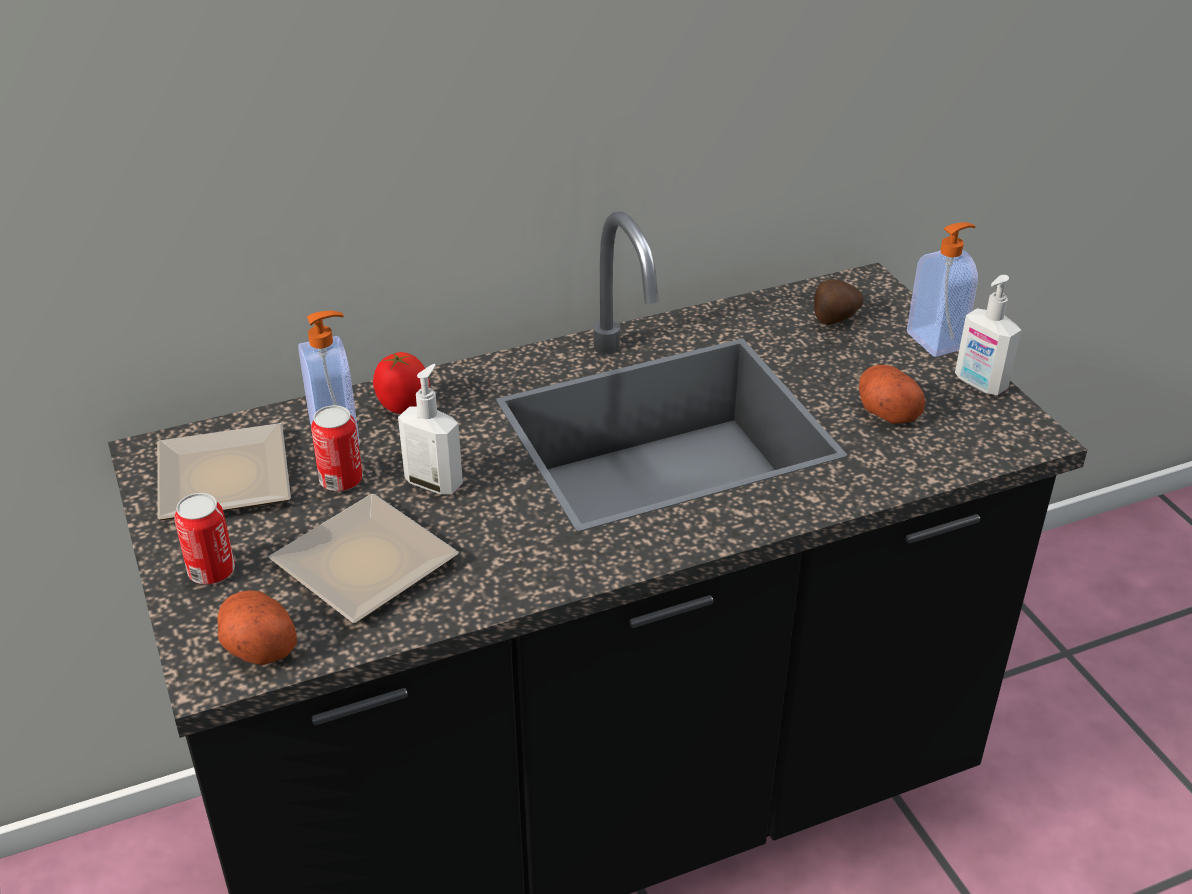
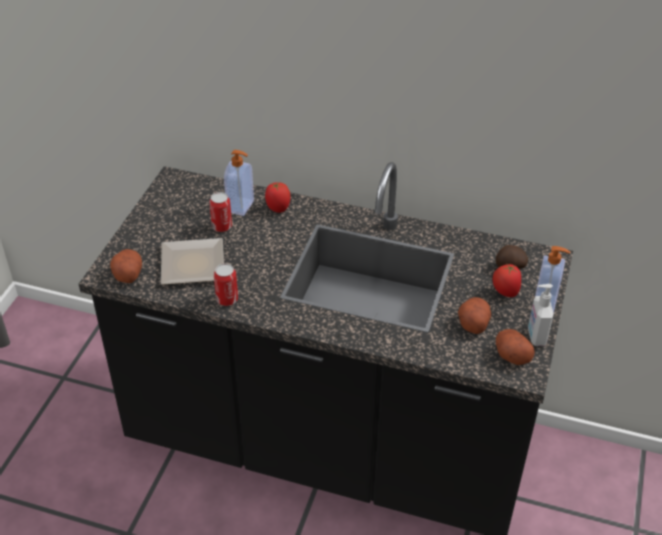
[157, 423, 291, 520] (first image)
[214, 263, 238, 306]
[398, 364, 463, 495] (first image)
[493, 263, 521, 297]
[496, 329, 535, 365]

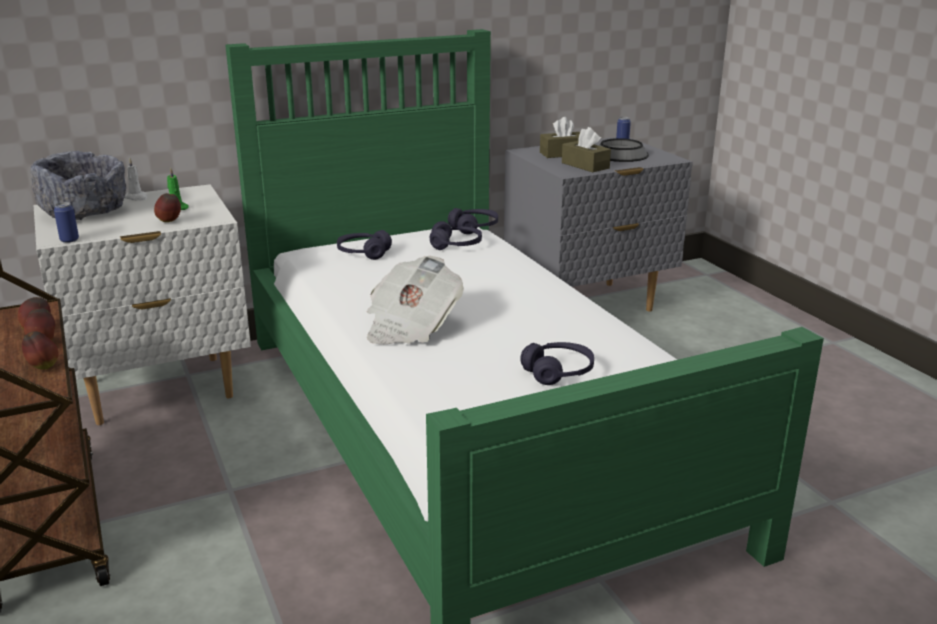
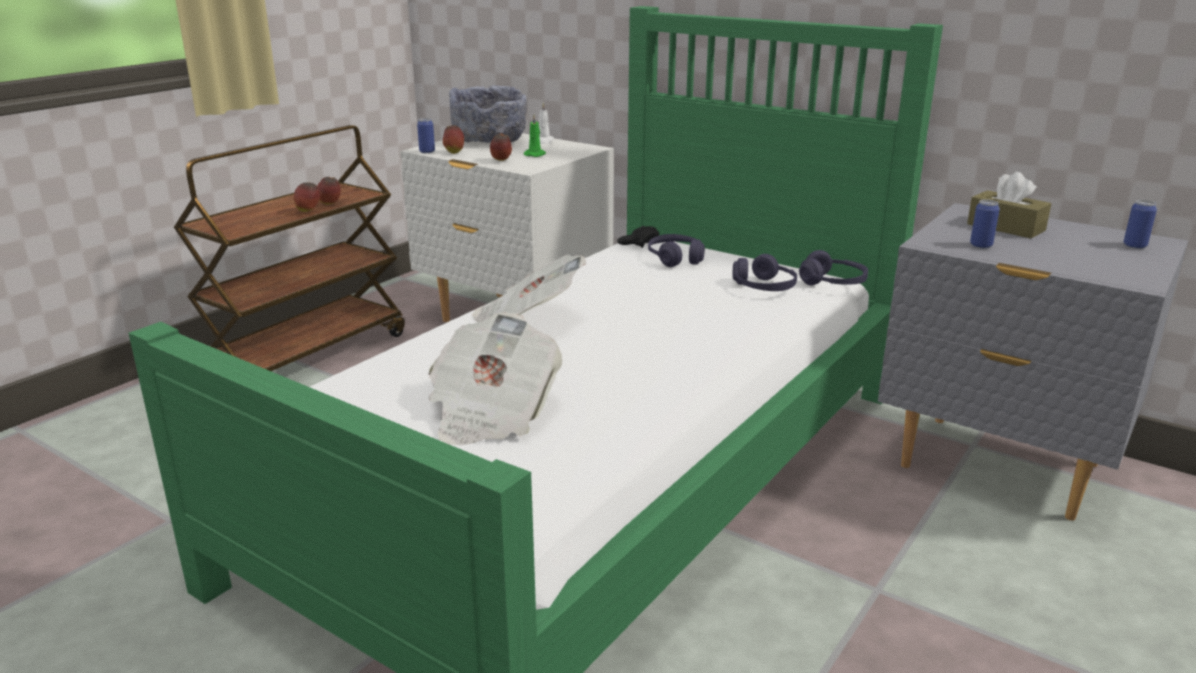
[443, 125, 464, 154]
[428, 312, 562, 445]
[970, 199, 1000, 248]
[599, 138, 649, 162] (first image)
[617, 226, 660, 248]

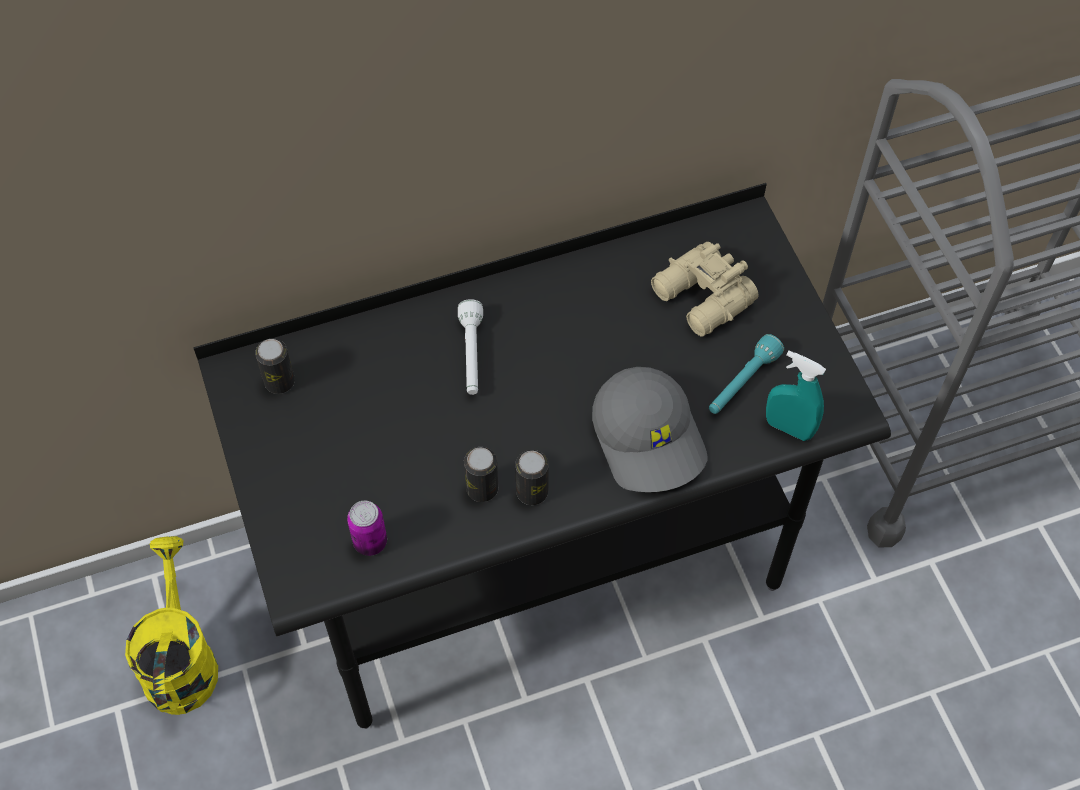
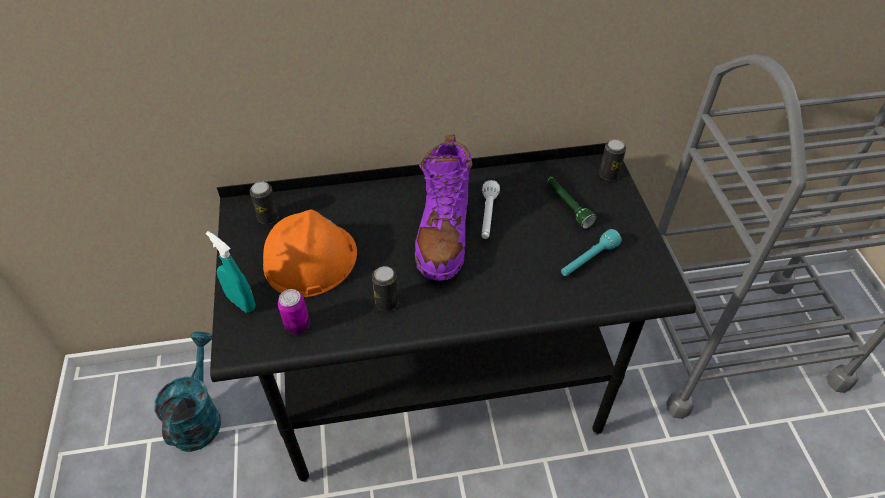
[154, 332, 221, 452]
[481, 180, 500, 239]
[599, 139, 626, 181]
[592, 367, 707, 492] (first image)
[546, 176, 597, 229]
[206, 231, 255, 313]
[263, 210, 357, 297]
[415, 134, 472, 281]

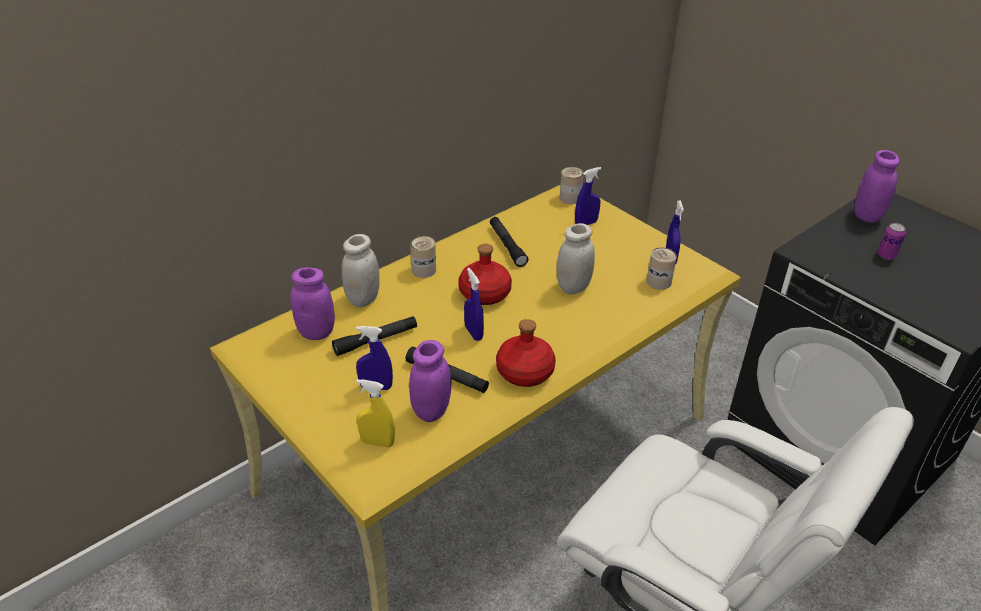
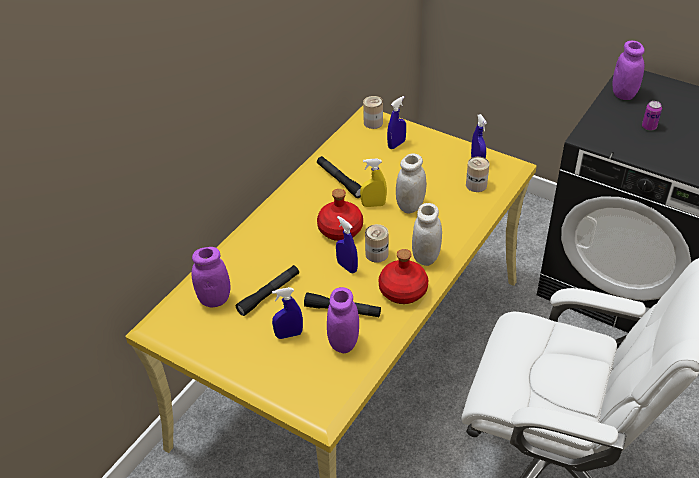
[412, 203, 442, 266]
[360, 158, 387, 207]
[365, 224, 389, 263]

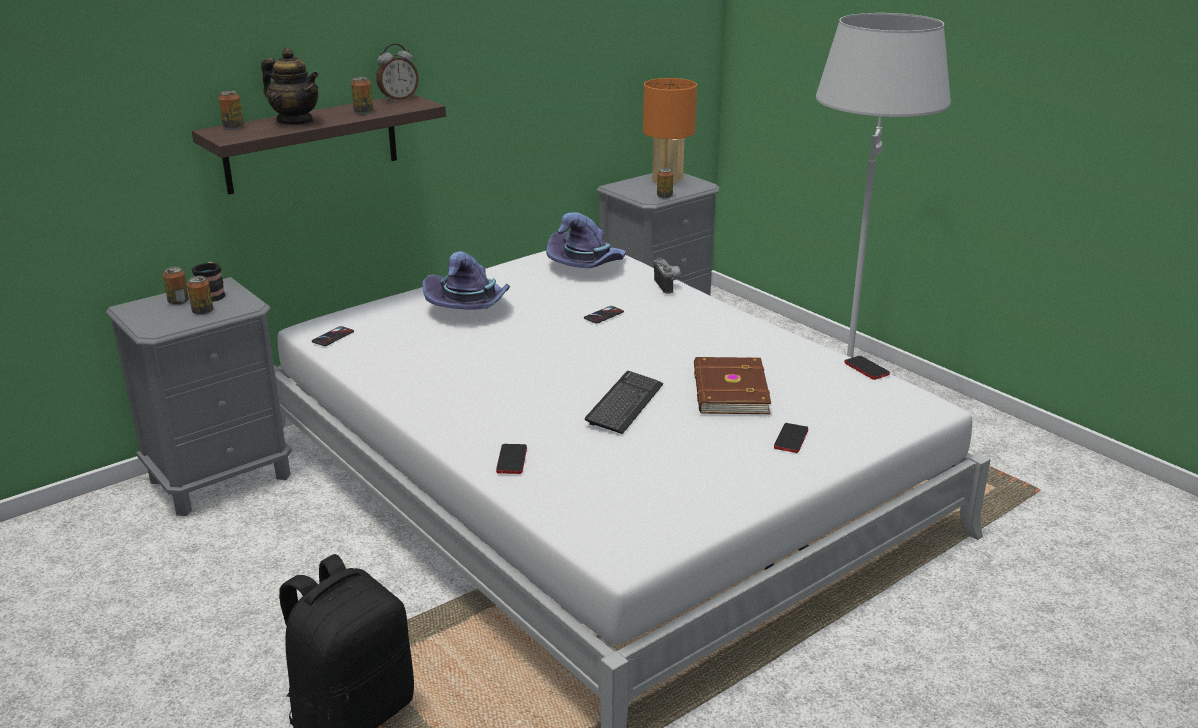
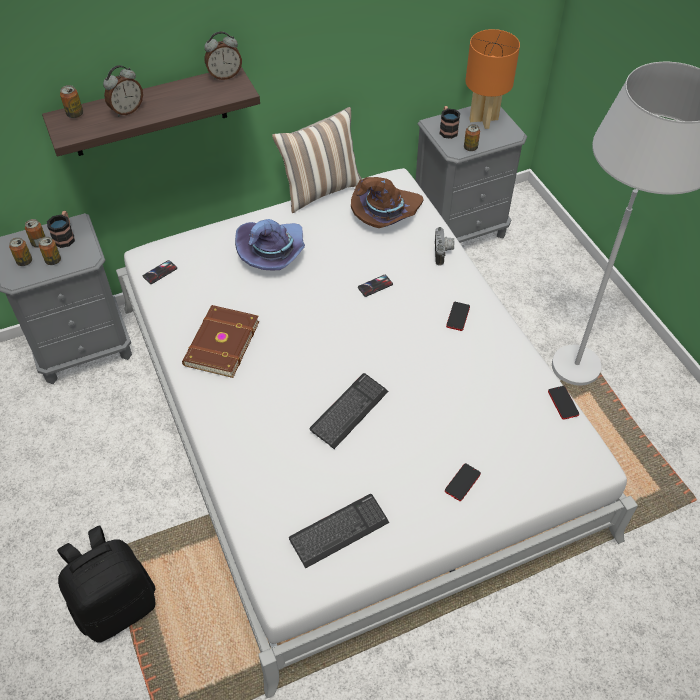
[103, 65, 143, 117]
[9, 237, 32, 266]
[446, 302, 470, 331]
[351, 177, 424, 228]
[182, 305, 259, 378]
[272, 107, 362, 213]
[289, 494, 389, 569]
[439, 106, 460, 139]

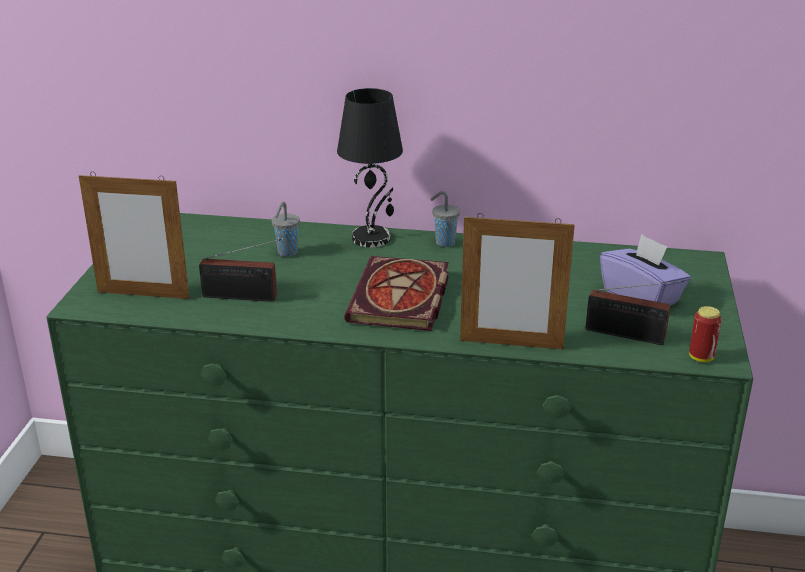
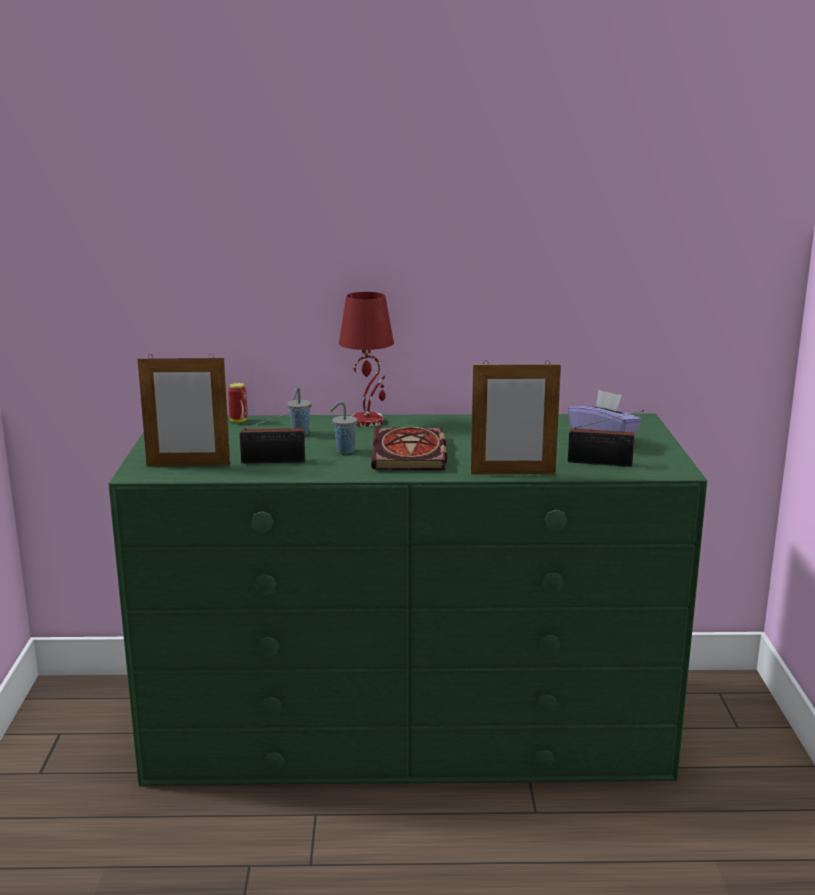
[339, 292, 394, 427]
[330, 402, 358, 454]
[228, 383, 248, 423]

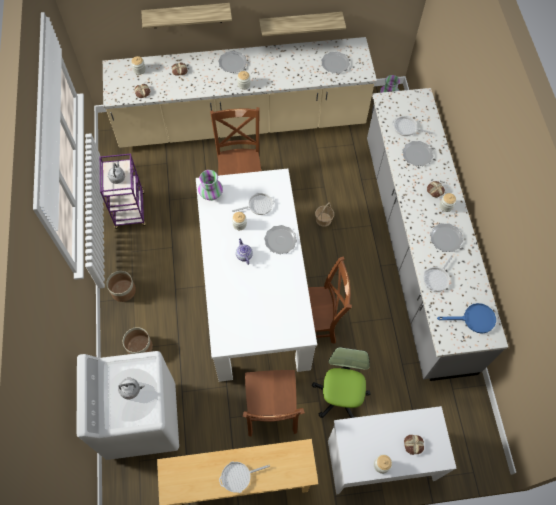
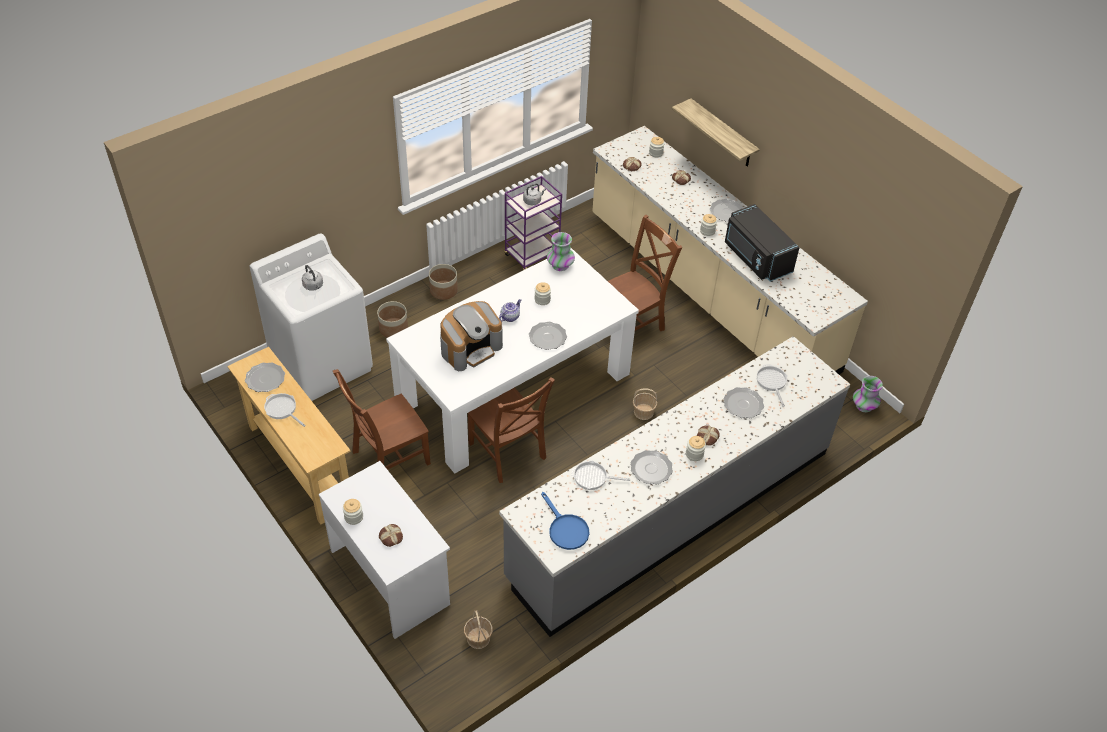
[232, 193, 275, 215] (first image)
[259, 12, 346, 37] (first image)
[312, 347, 371, 418] (first image)
[245, 363, 285, 392]
[440, 301, 503, 371]
[464, 610, 493, 649]
[725, 204, 800, 282]

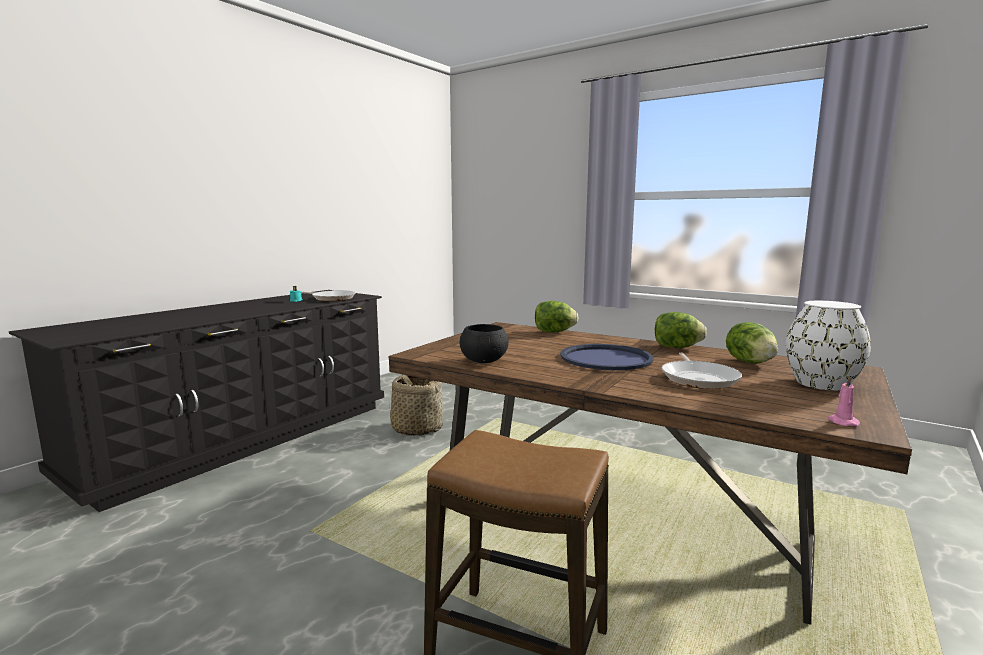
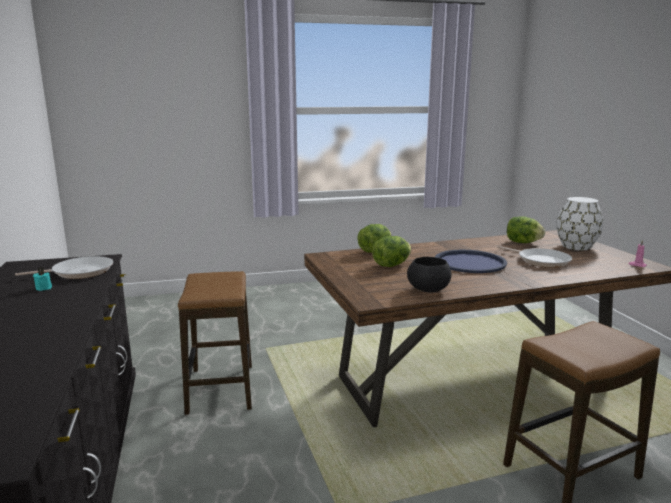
[178, 271, 252, 415]
[372, 236, 411, 267]

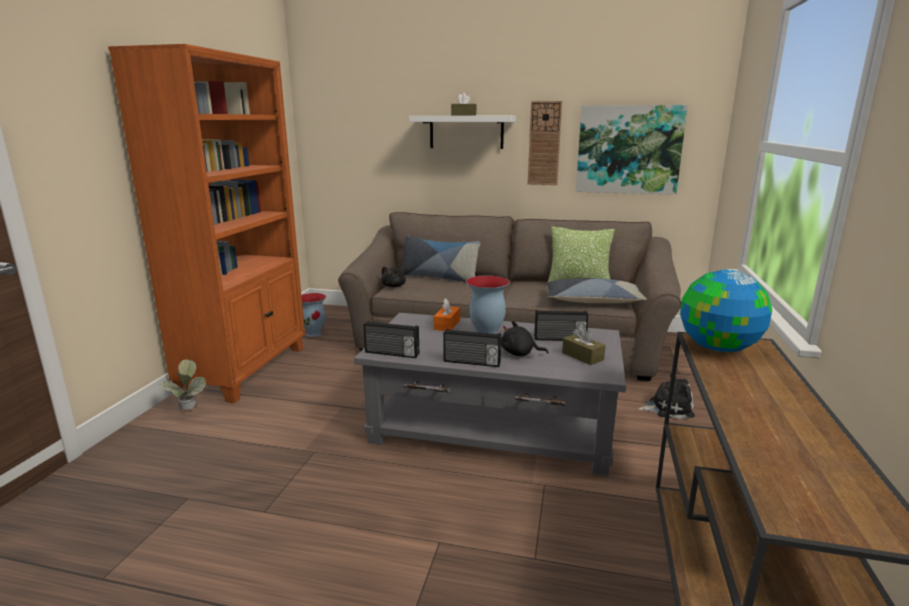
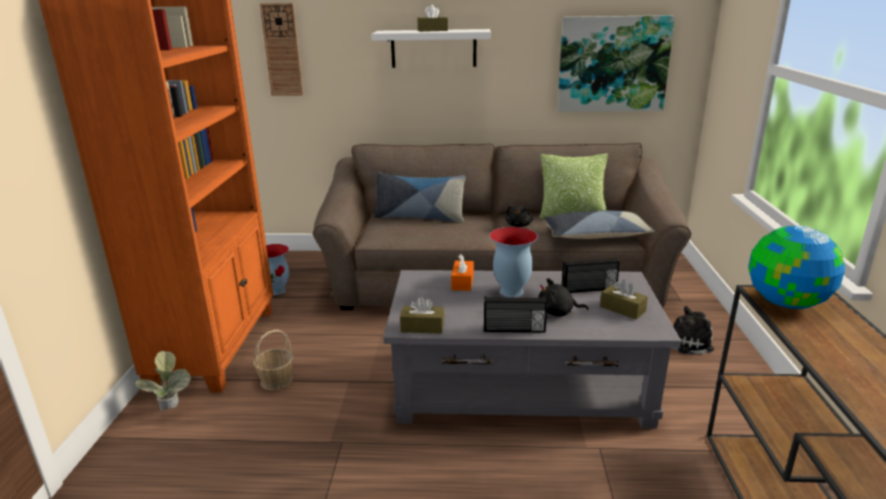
[400, 297, 444, 334]
[506, 205, 533, 227]
[260, 3, 304, 96]
[253, 330, 294, 390]

